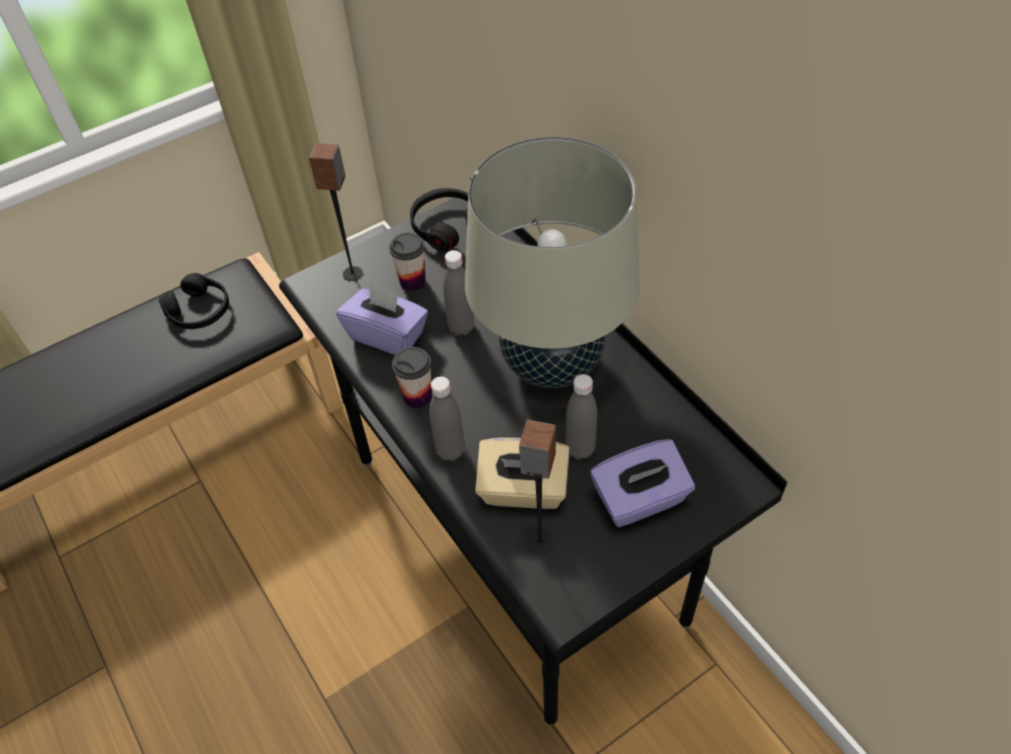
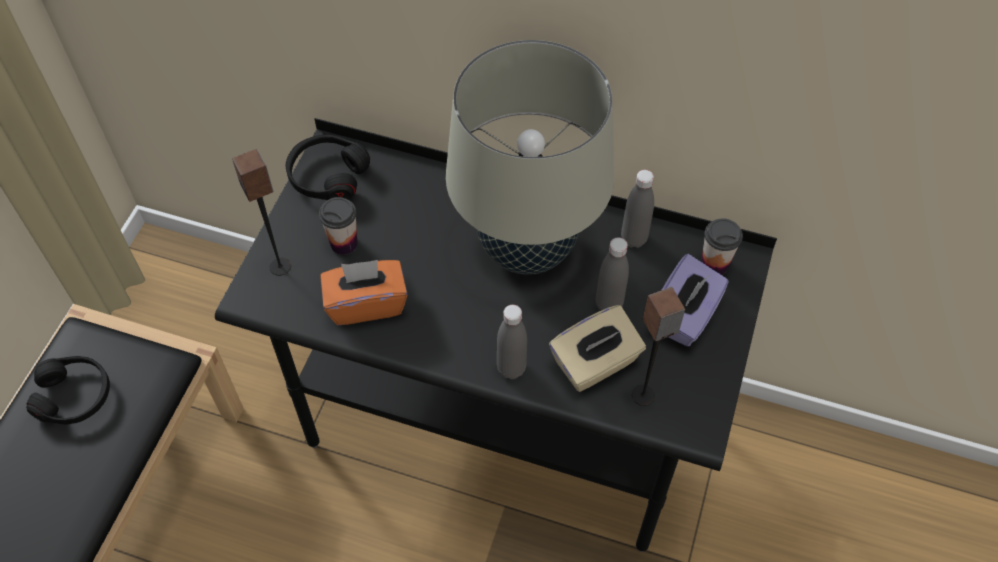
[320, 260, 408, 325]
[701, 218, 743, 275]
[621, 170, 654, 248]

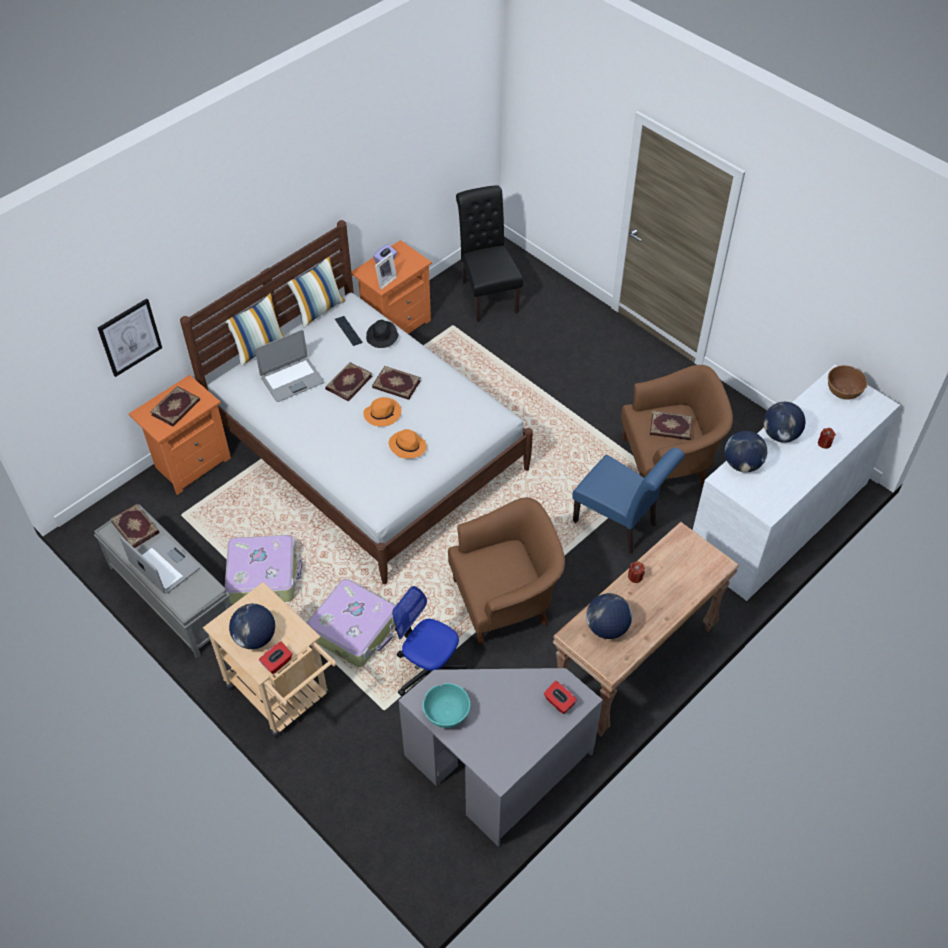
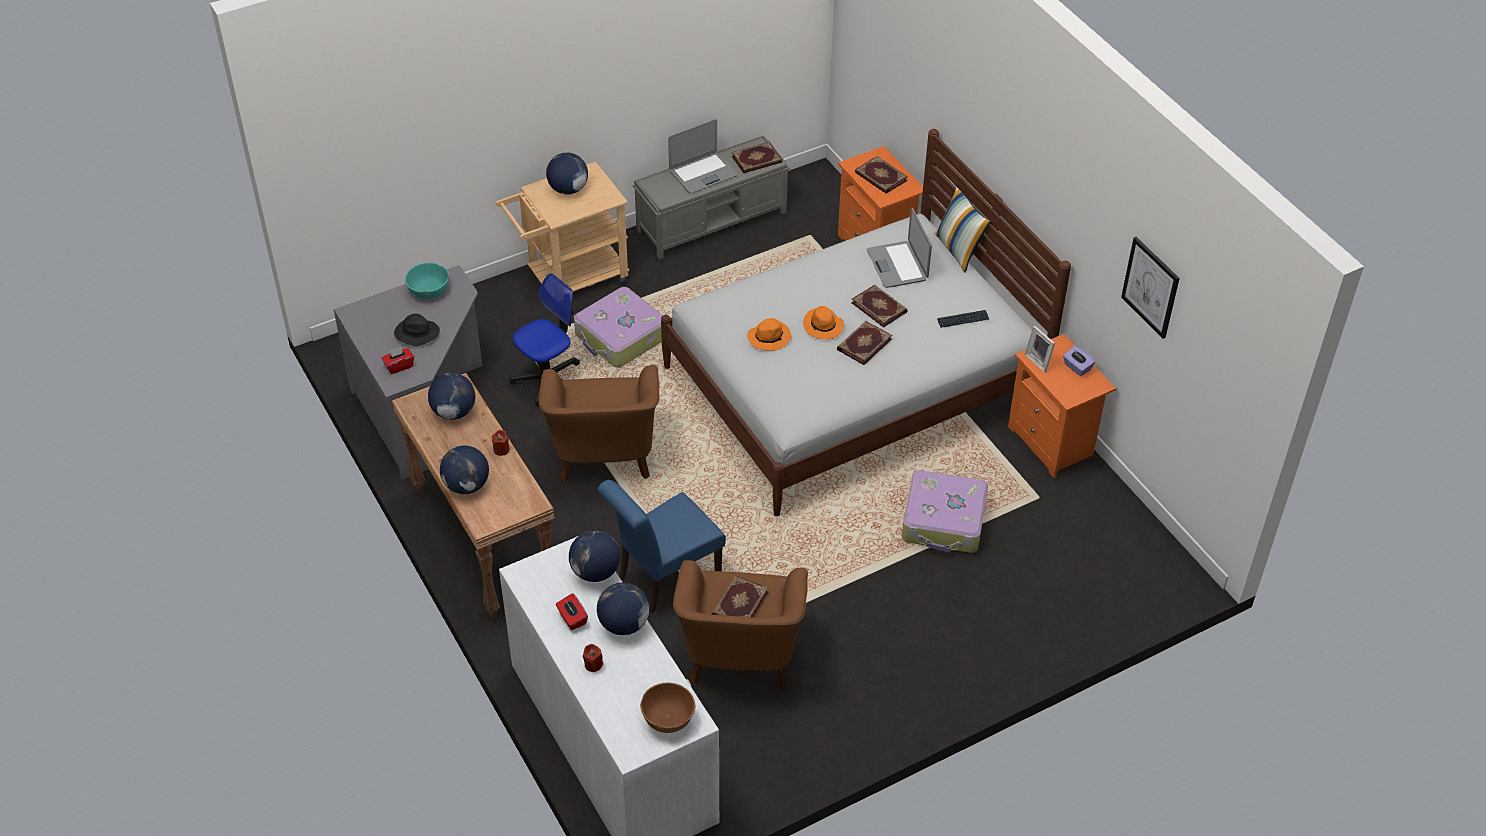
[1121, 237, 1180, 339]
[902, 470, 988, 553]
[556, 593, 588, 630]
[287, 256, 345, 328] (first image)
[394, 314, 440, 346]
[456, 185, 523, 322] (first image)
[440, 445, 489, 494]

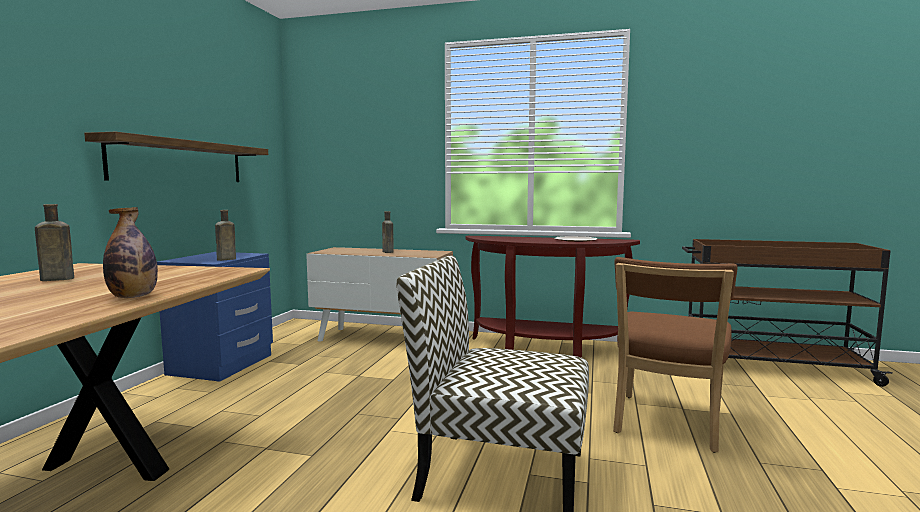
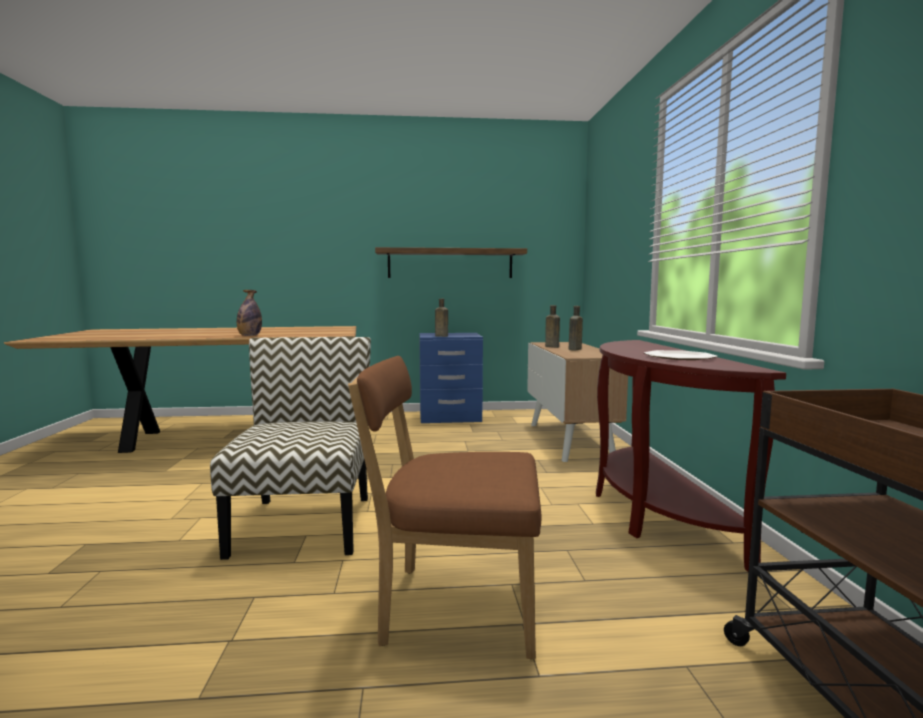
[545, 305, 560, 348]

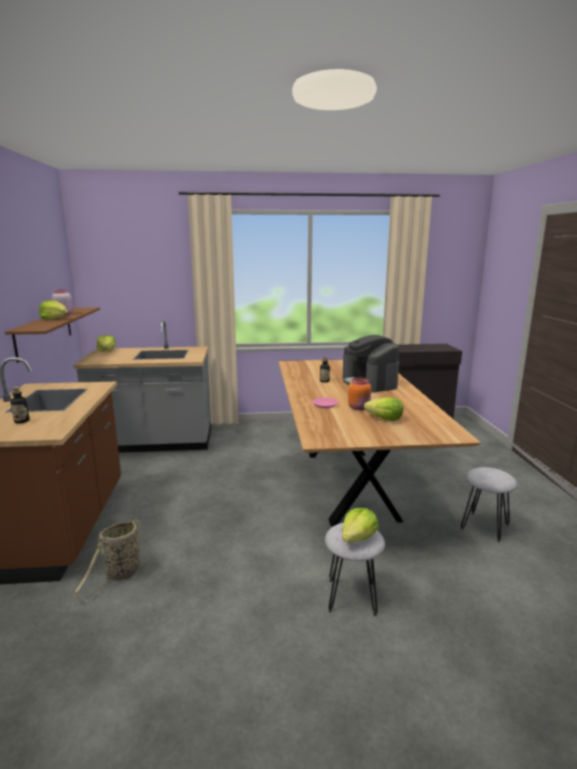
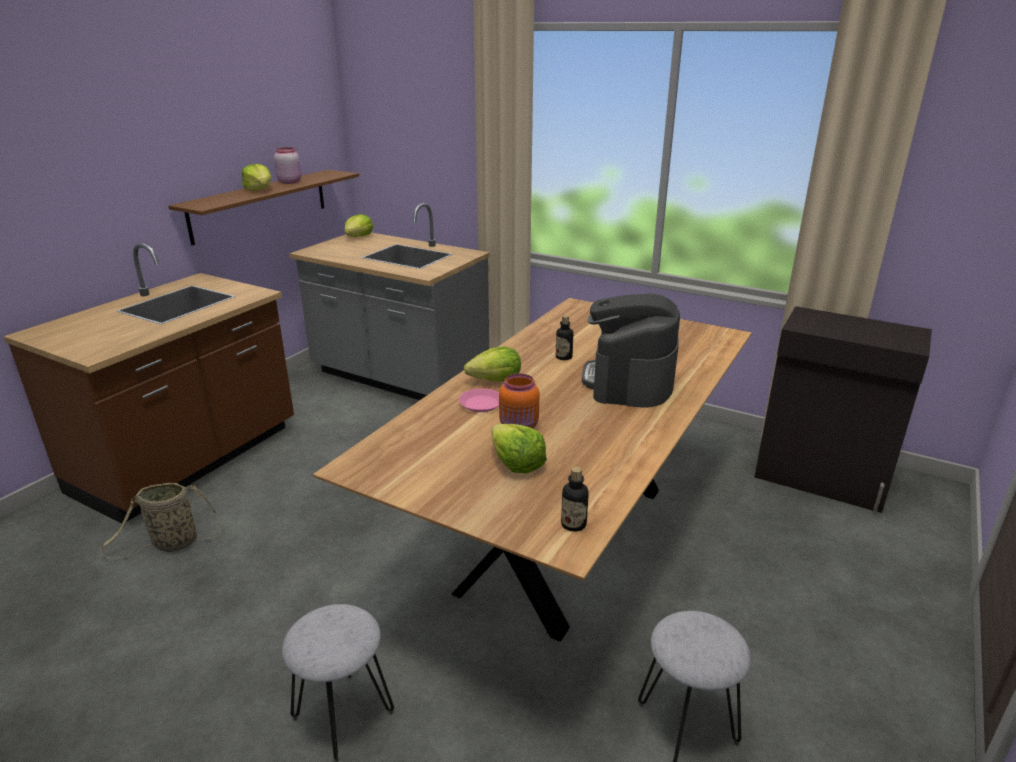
[561, 466, 589, 532]
[464, 347, 521, 382]

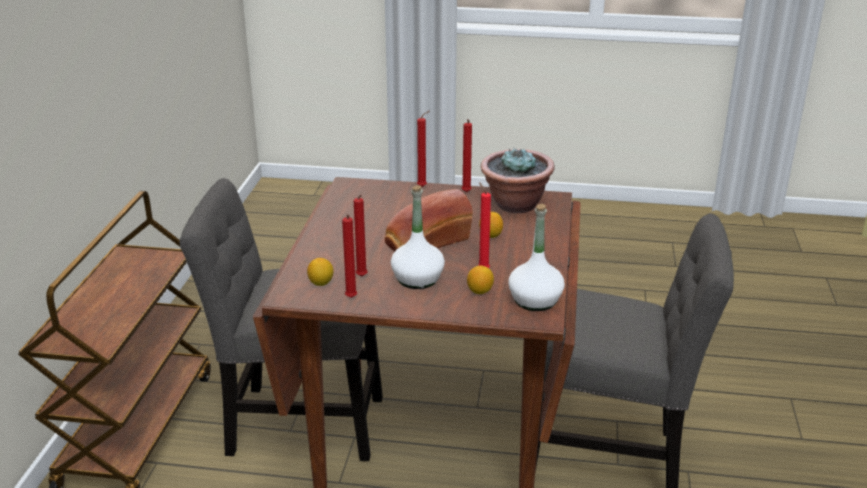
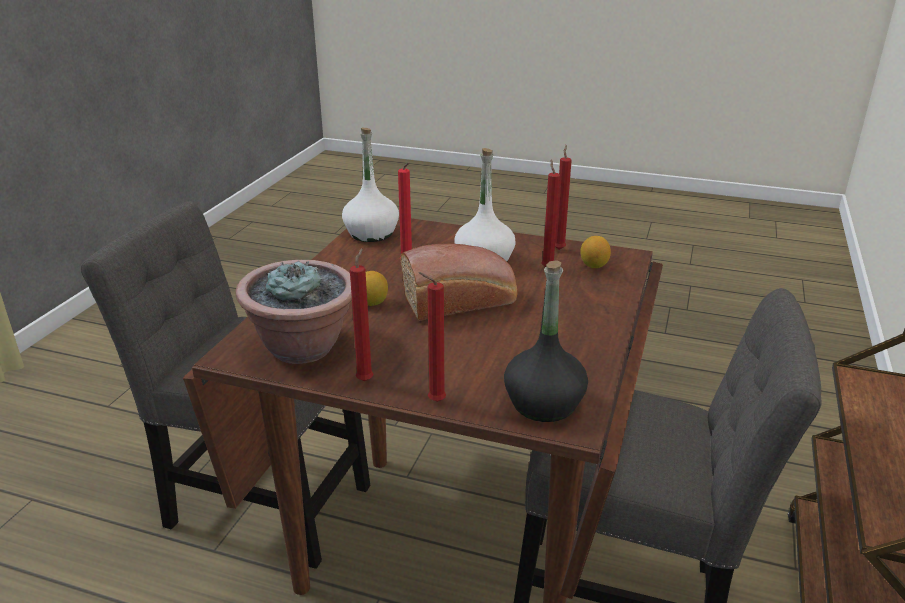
[467, 266, 494, 294] (first image)
[504, 260, 588, 422]

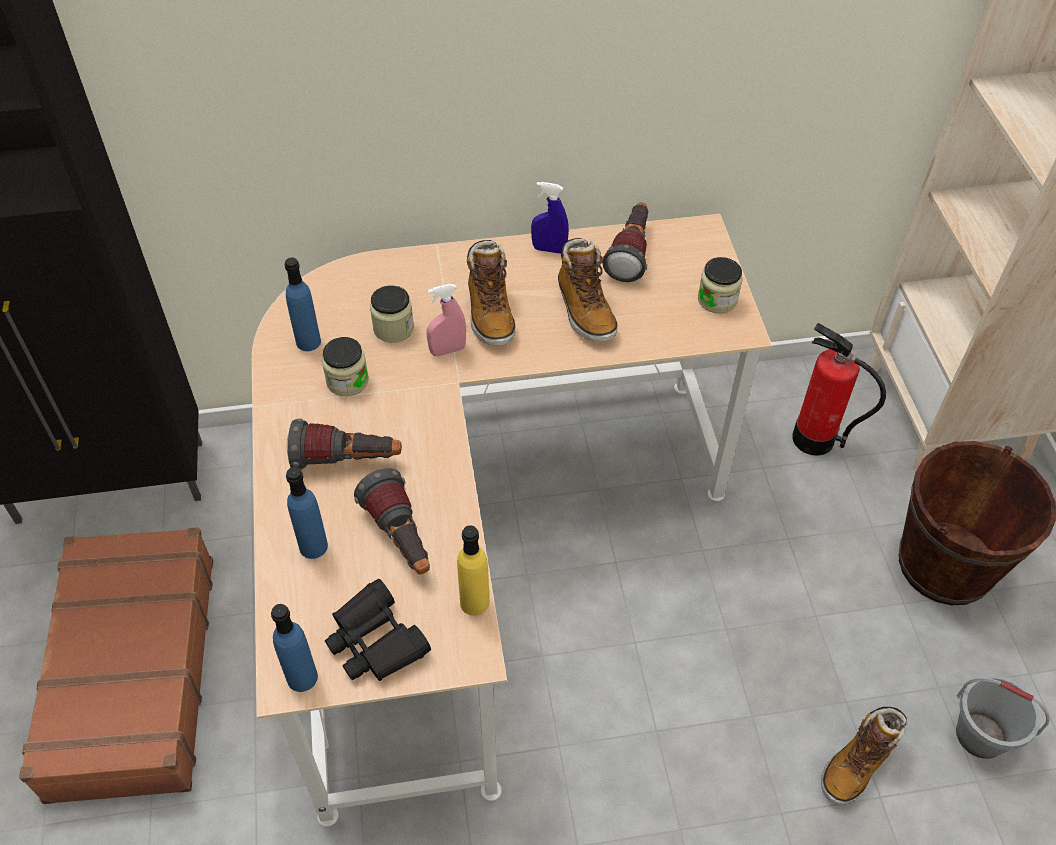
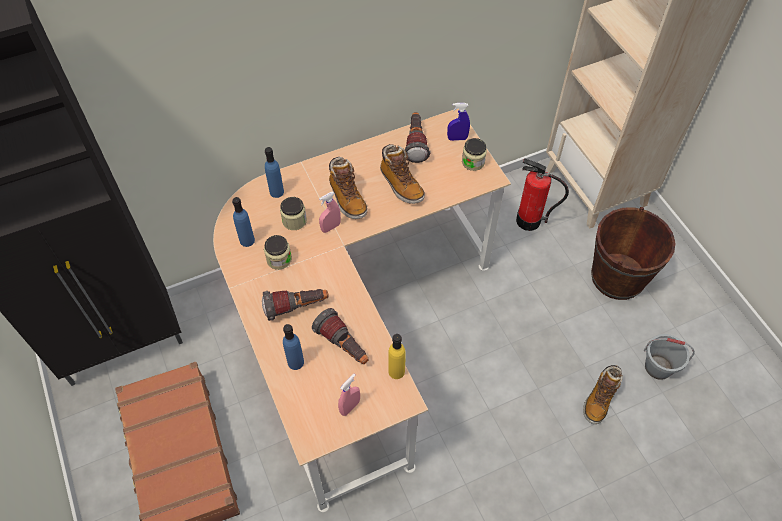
[265, 147, 284, 198]
[338, 374, 360, 416]
[447, 103, 470, 141]

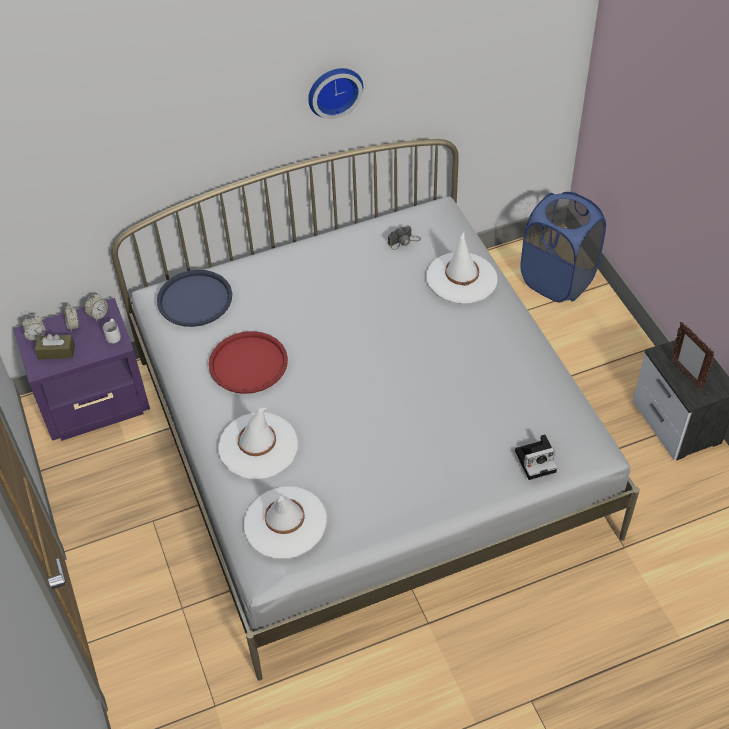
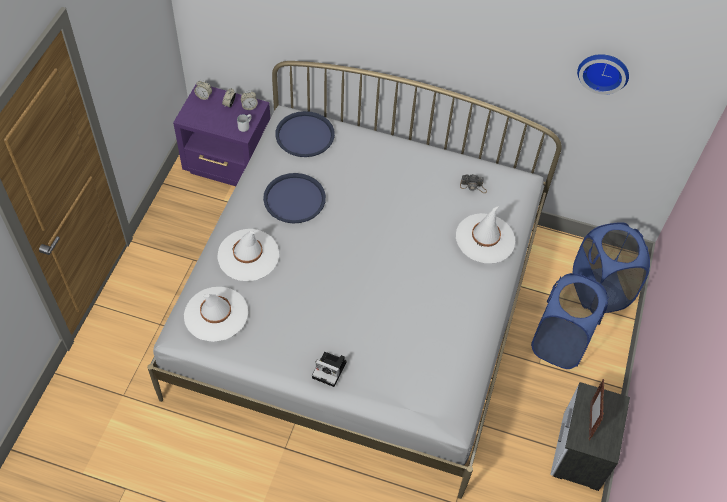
[35, 334, 75, 360] (first image)
[263, 173, 326, 223]
[577, 54, 629, 95]
[312, 352, 347, 387]
[531, 273, 609, 369]

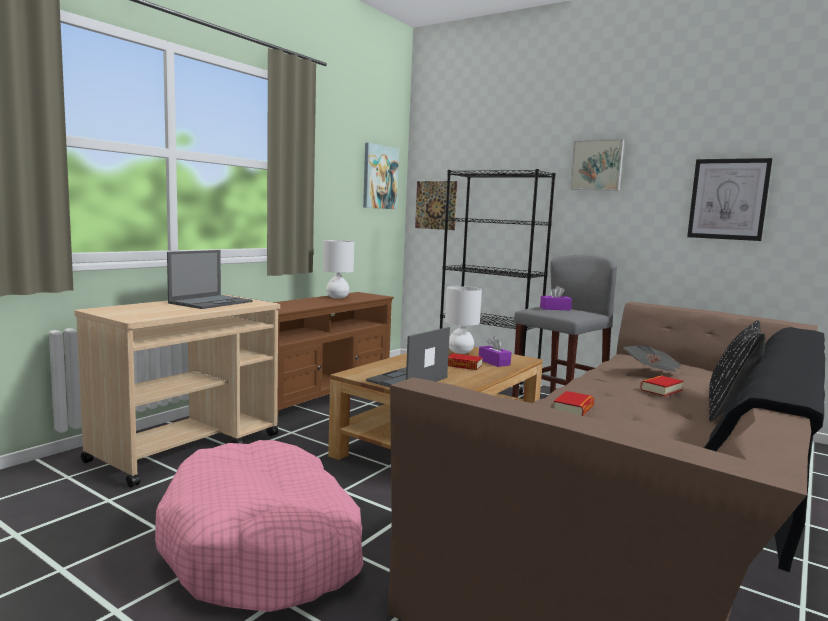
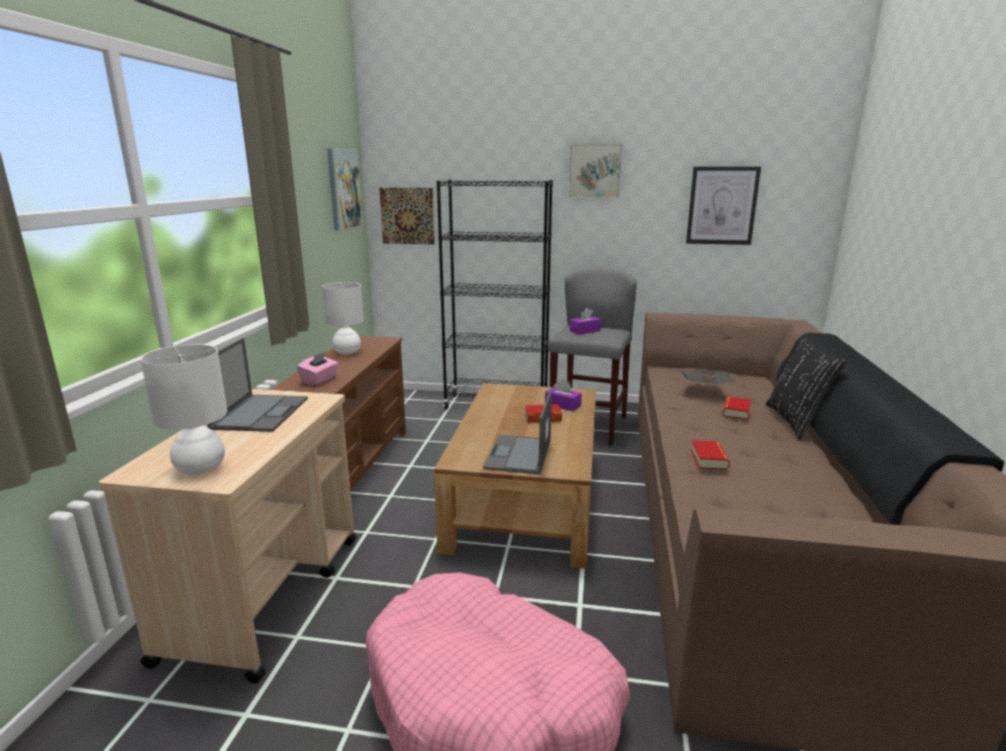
[140, 344, 227, 475]
[297, 351, 339, 385]

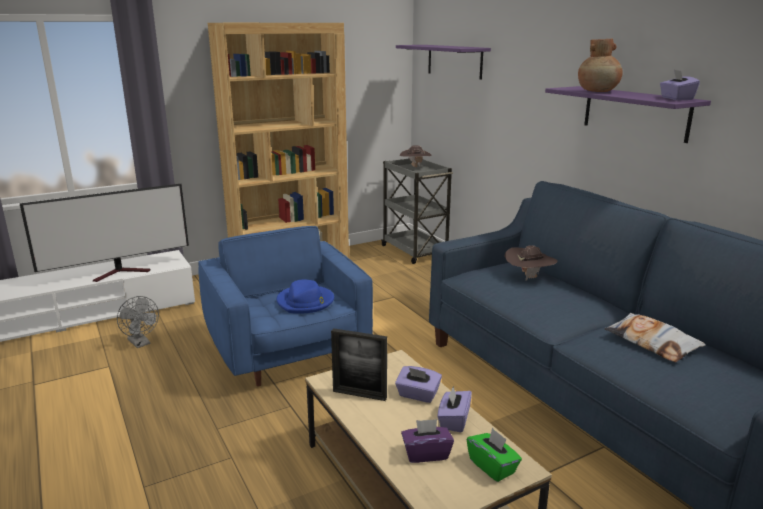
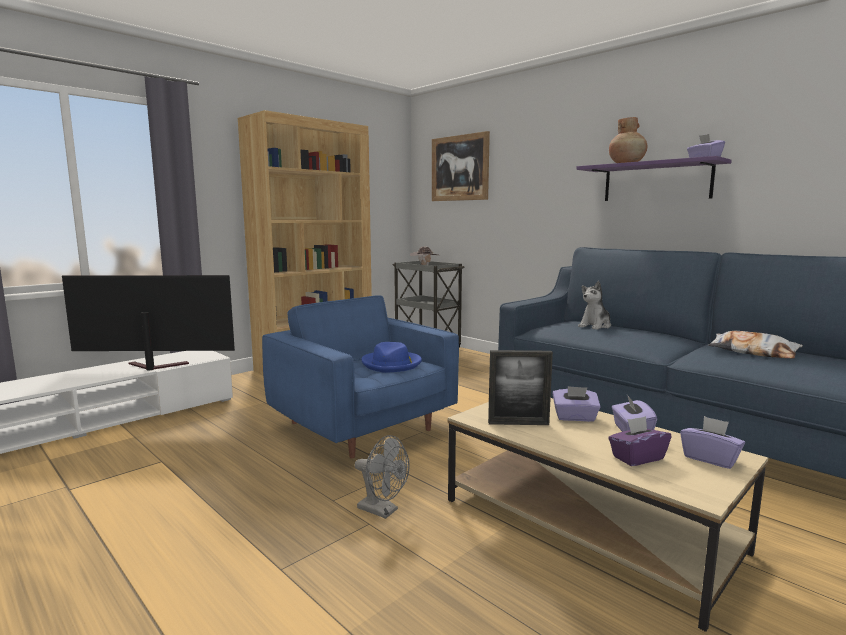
[62, 275, 235, 370]
[354, 435, 410, 519]
[432, 131, 490, 201]
[680, 416, 745, 469]
[578, 281, 611, 330]

